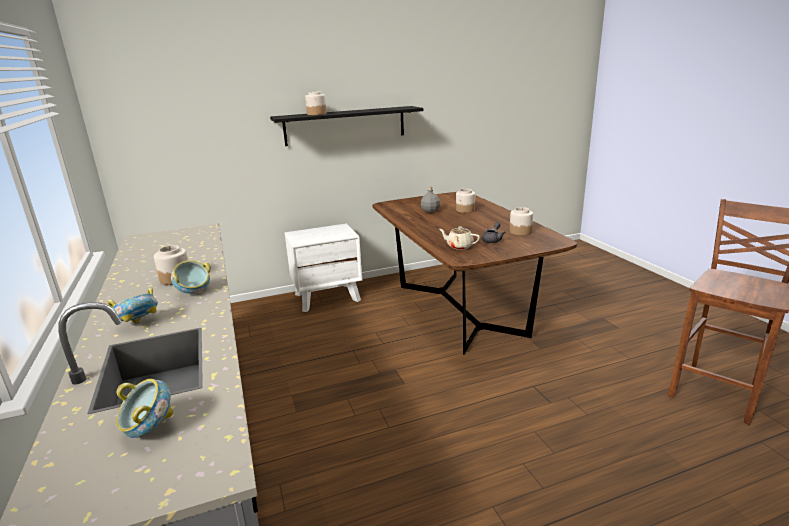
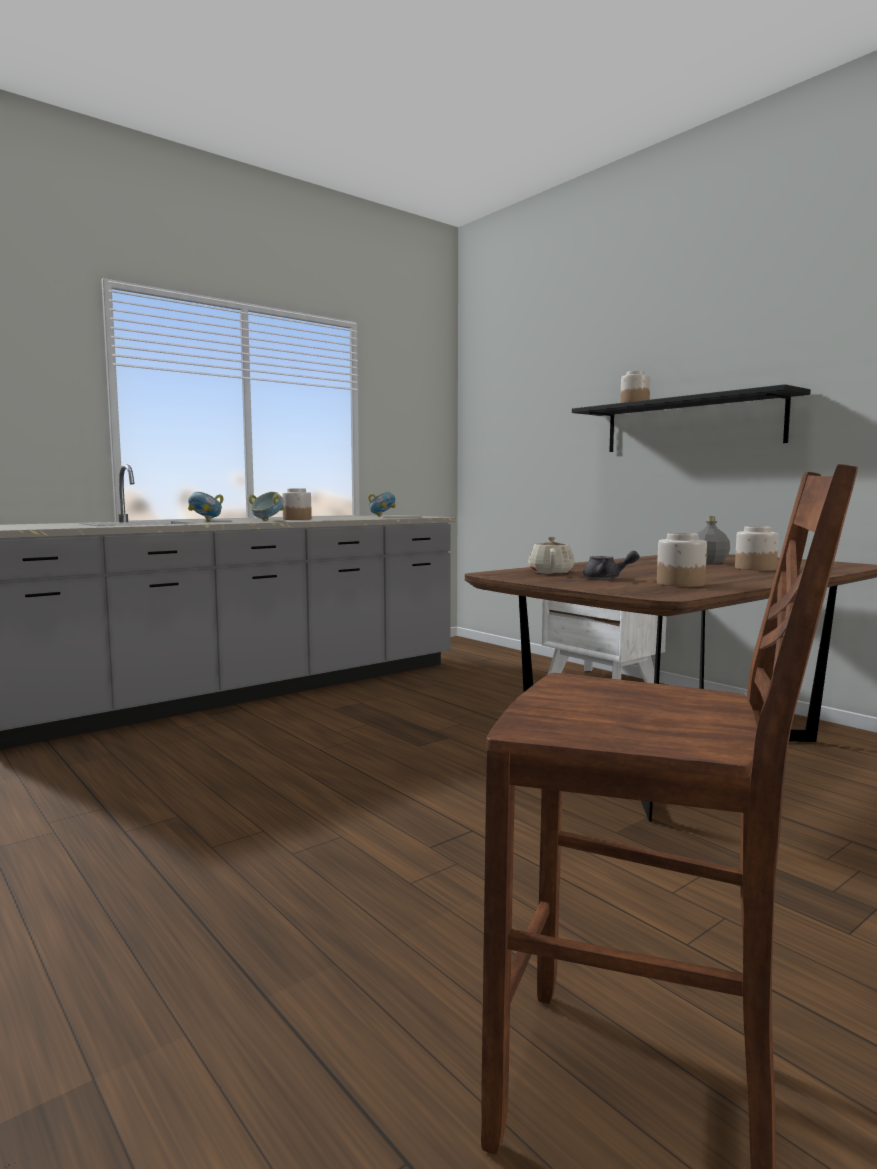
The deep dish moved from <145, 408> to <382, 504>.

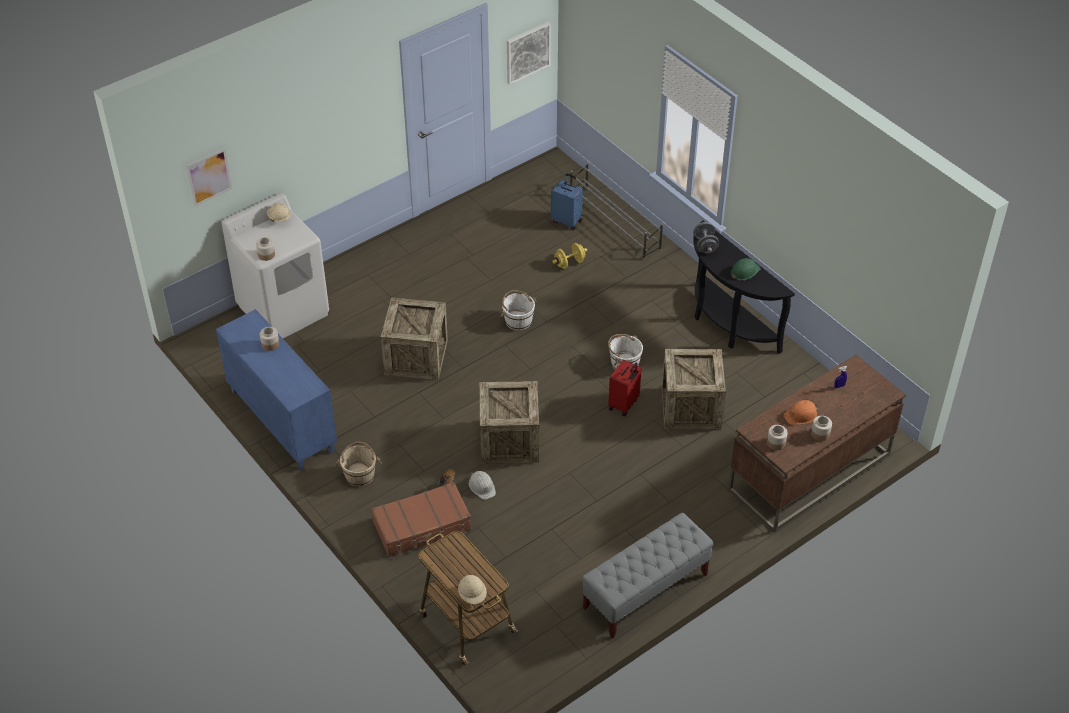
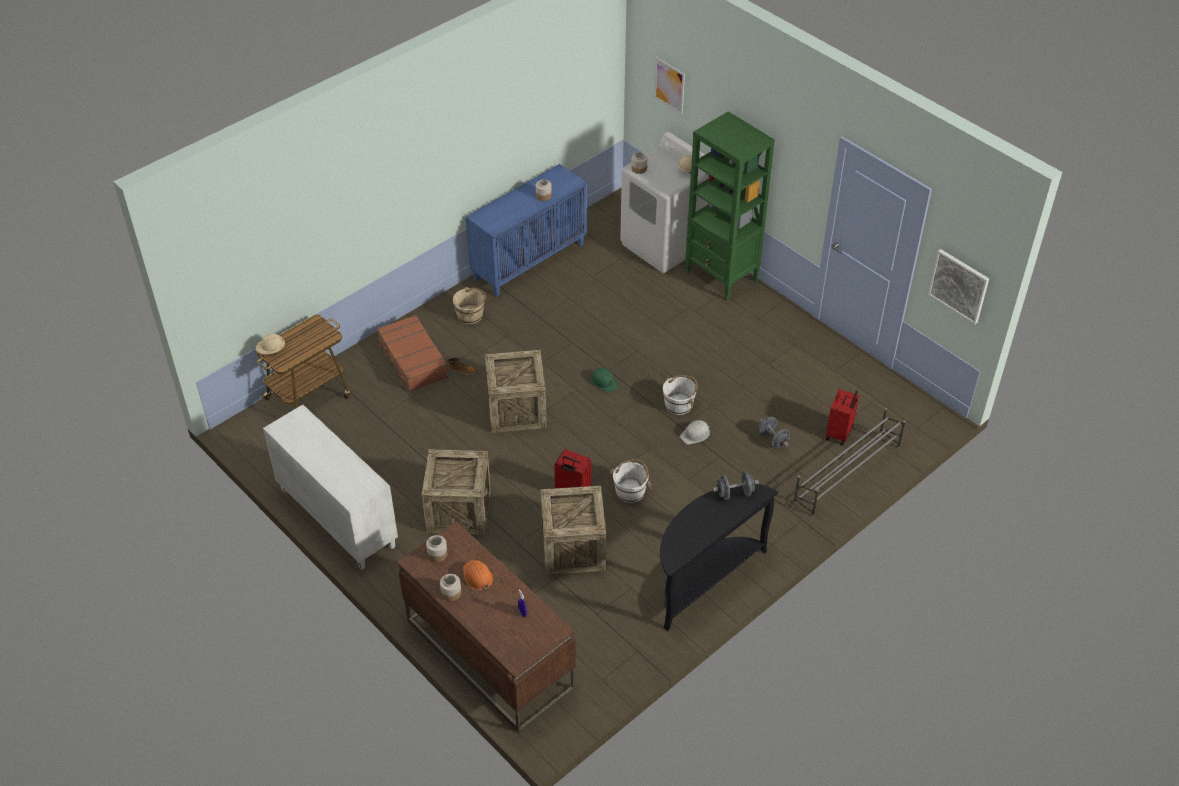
The blue-coloured travel case at <567, 202> became the red travel case at <842, 417>.
The yellowish dumbbell at <569, 256> became the greyish dumbbell at <774, 432>.
The green work helmet moved from <746, 269> to <604, 380>.
The crate moved from <414, 339> to <456, 492>.
The white-coloured work helmet moved from <482, 485> to <695, 432>.
The greyish indoor bench at <647, 575> was replaced by the white-coloured cupboard at <330, 487>.
The green shelving unit at <730, 206> appeared.

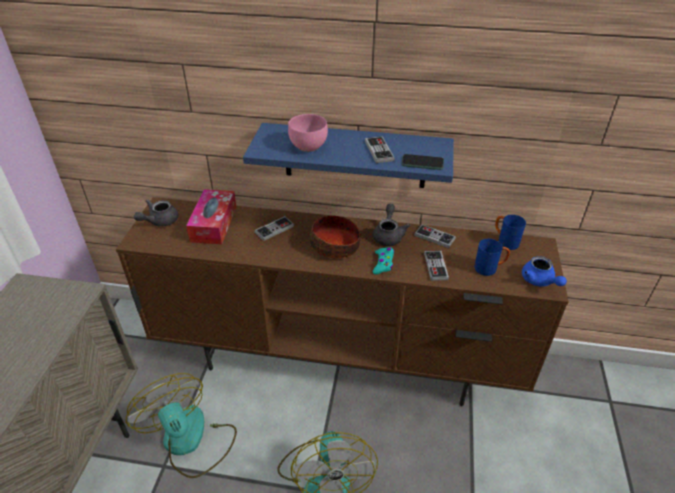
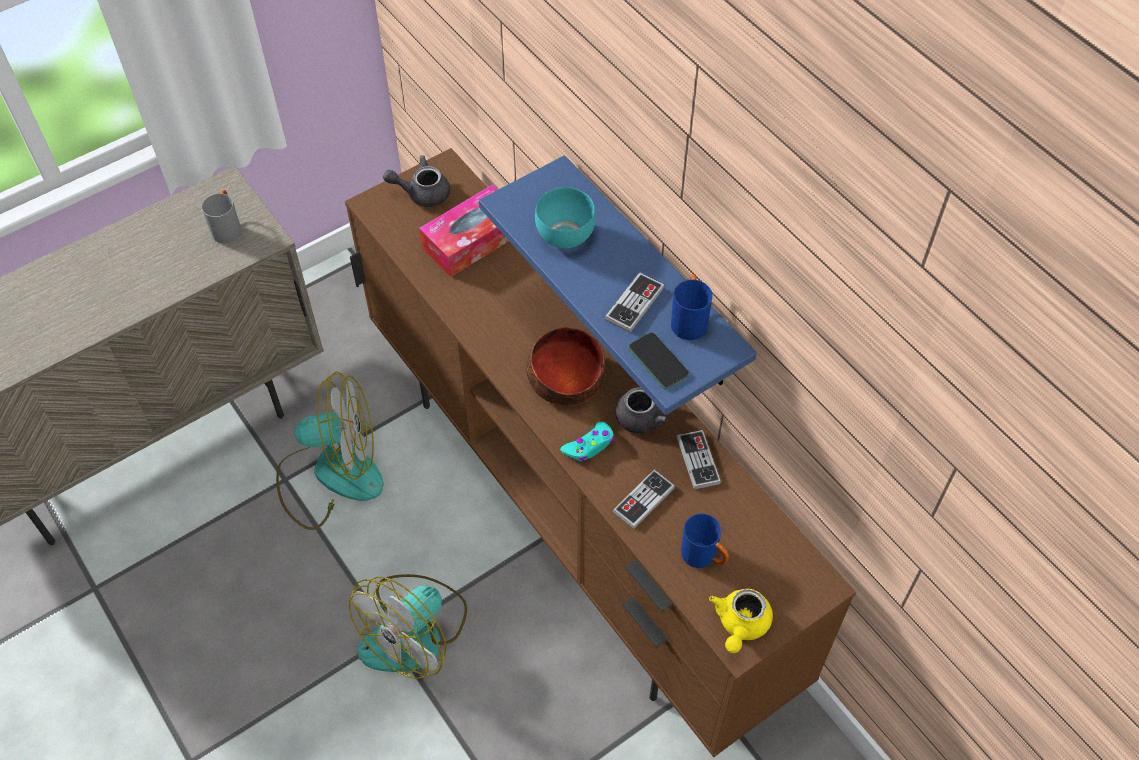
The pink-coloured deep dish at <308, 133> became the blue-green deep dish at <565, 217>.
The blue-coloured mug moved from <510, 232> to <691, 307>.
The joypad at <274, 228> disappeared.
The blue-coloured pot for tea at <544, 271> became the yellowish pot for tea at <741, 621>.
The fan at <181, 425> turned 75 degrees clockwise.
The greyish mug at <221, 217> appeared.

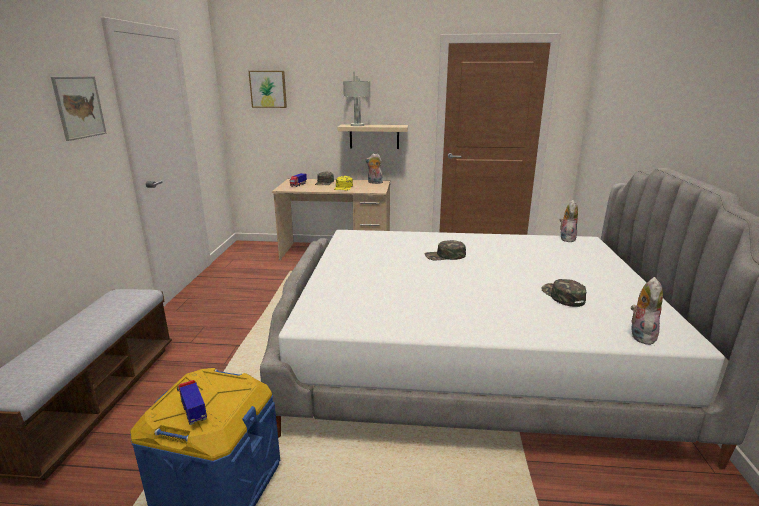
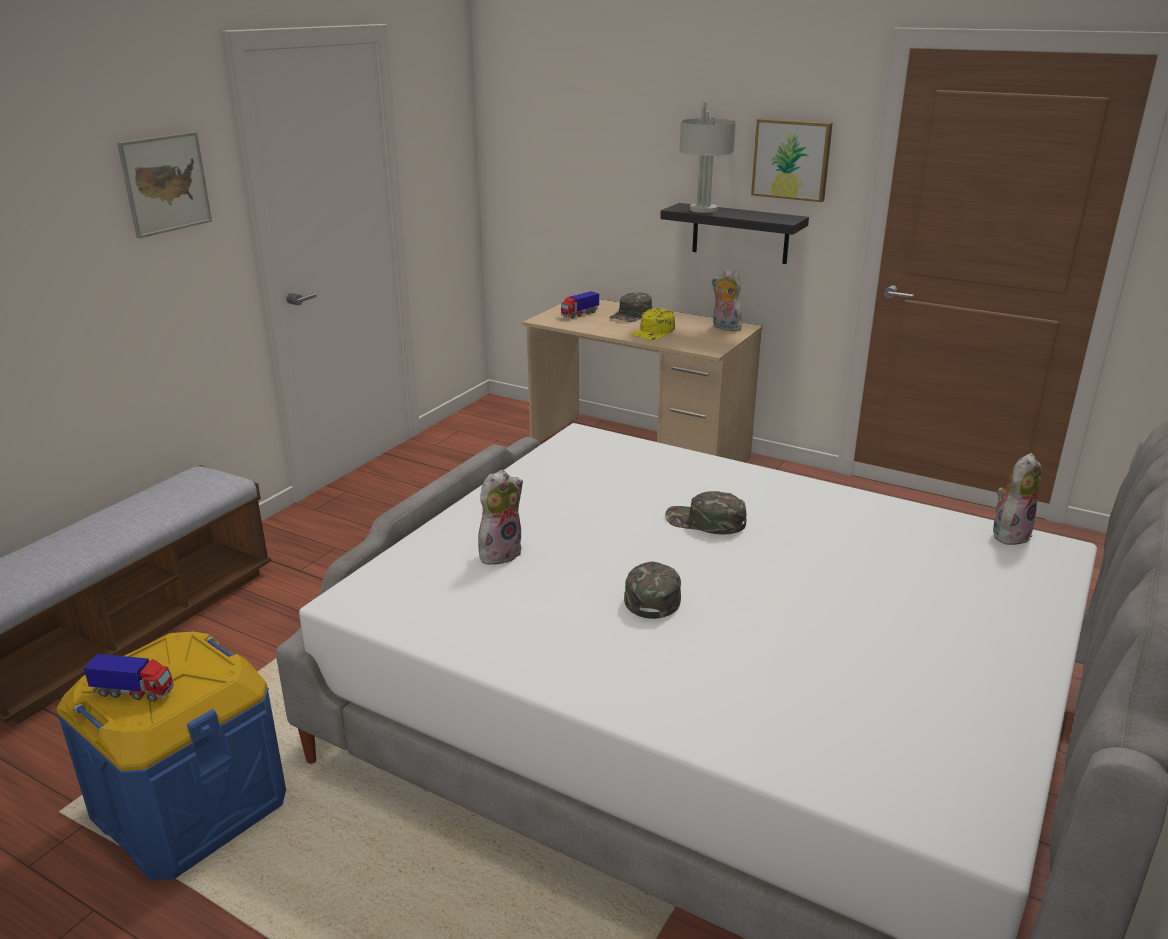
The wall art moved from <268, 89> to <792, 160>.
The beige-coloured shelf at <372, 136> became the black-coloured shelf at <734, 233>.
The cuddly toy moved from <647, 311> to <500, 517>.
The green peaked cap moved from <563, 293> to <652, 590>.
The toy truck at <192, 402> turned 105 degrees clockwise.

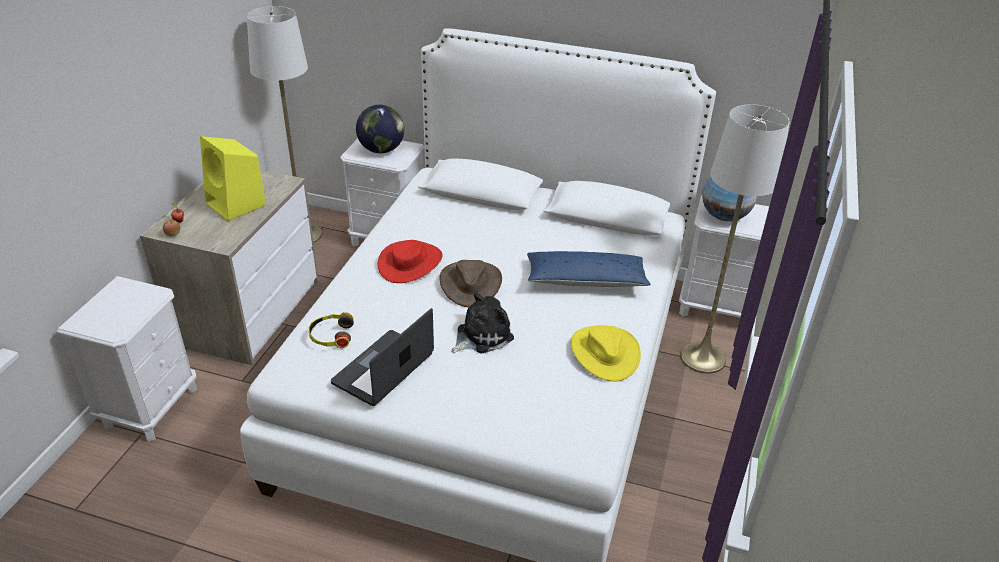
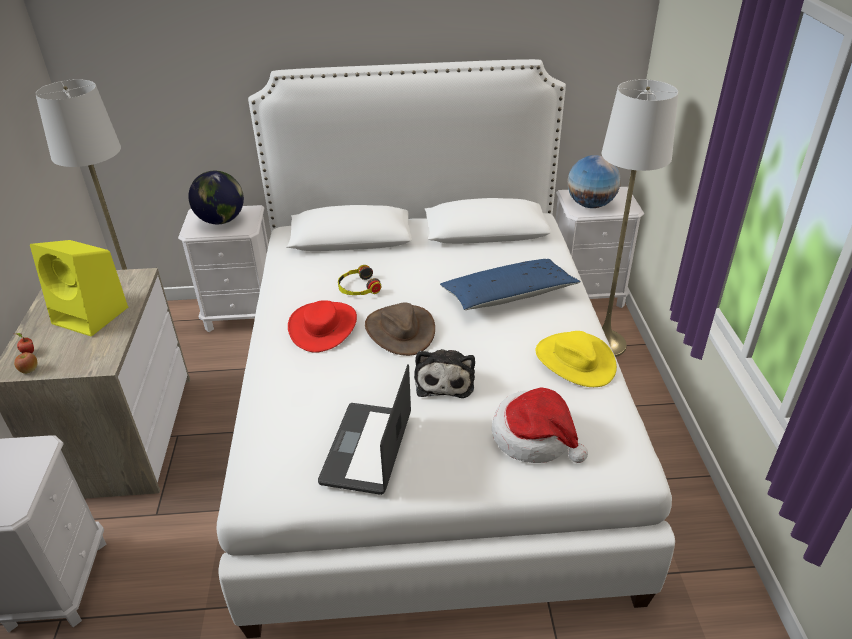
The cuddly toy at <482, 322> turned 150 degrees clockwise.
The headset moved from <331, 330> to <359, 280>.
The clothing hat at <540, 425> appeared.

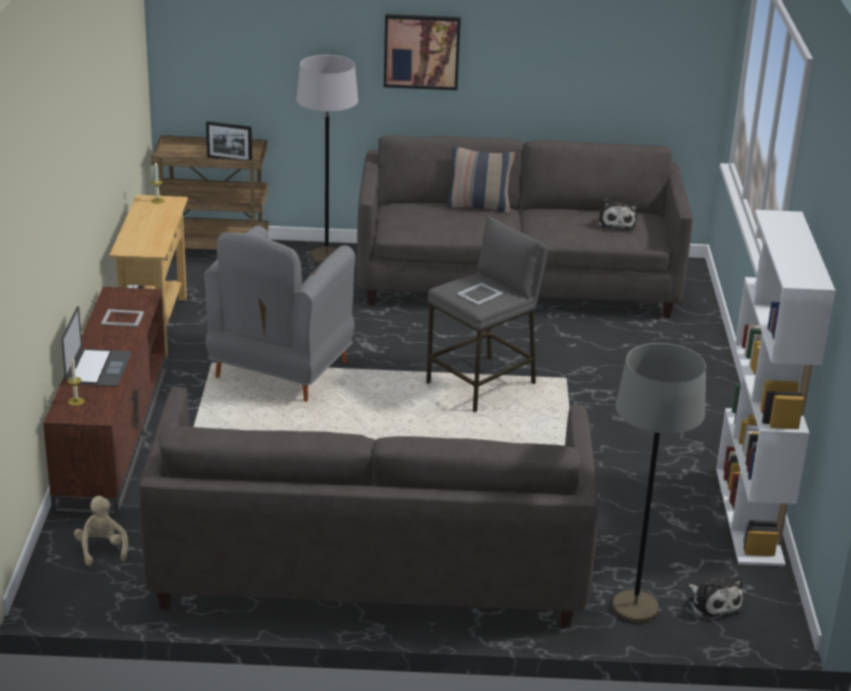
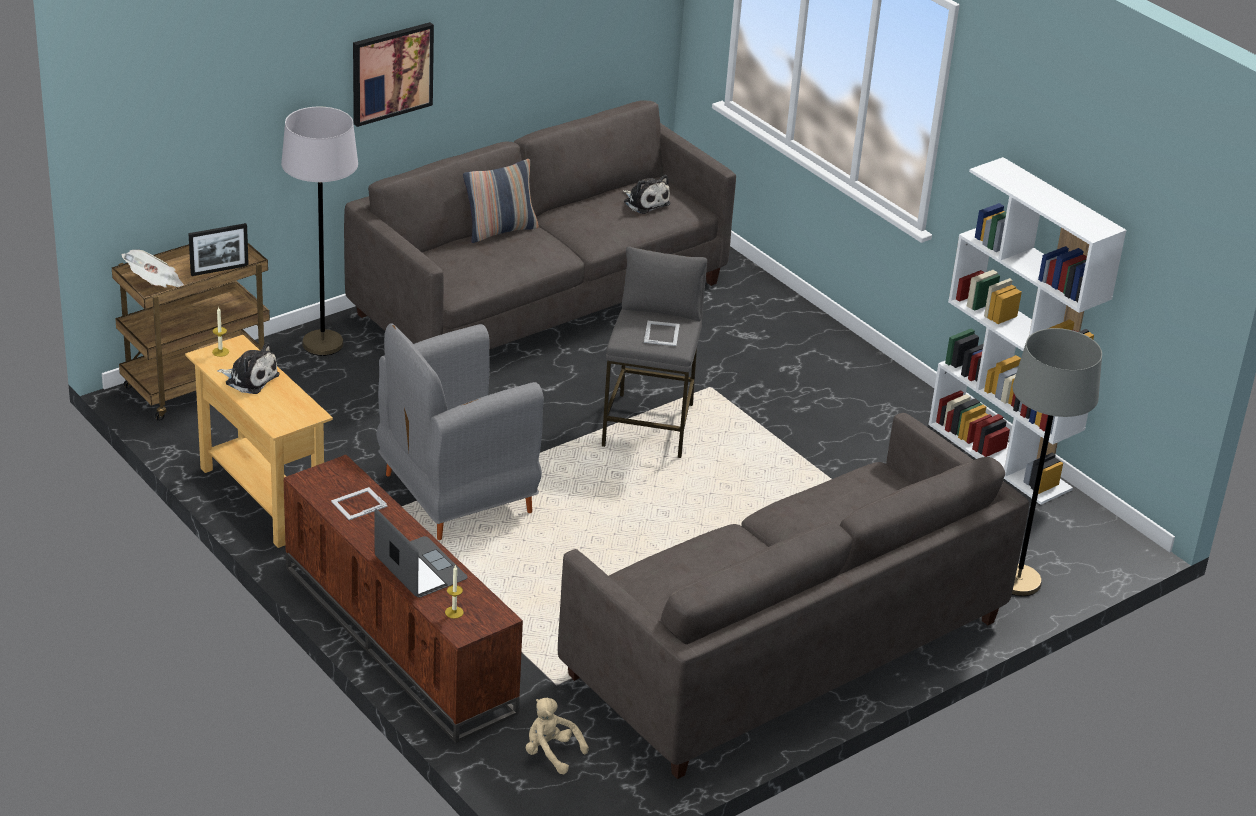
The greyish easy chair at <279, 314> turned 75 degrees clockwise.
The cuddly toy moved from <715, 598> to <248, 368>.
The printed paper at <153, 269> appeared.

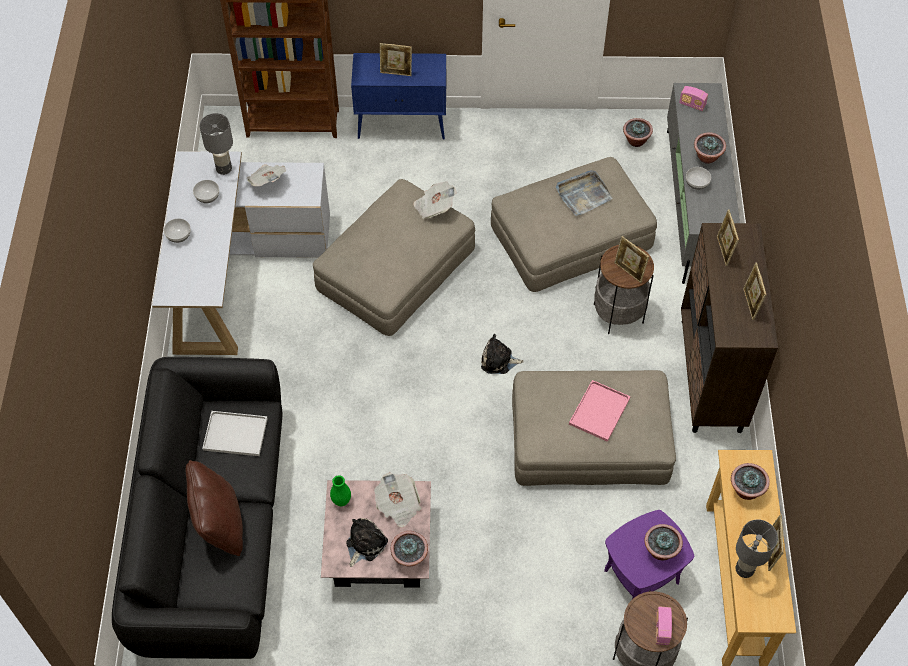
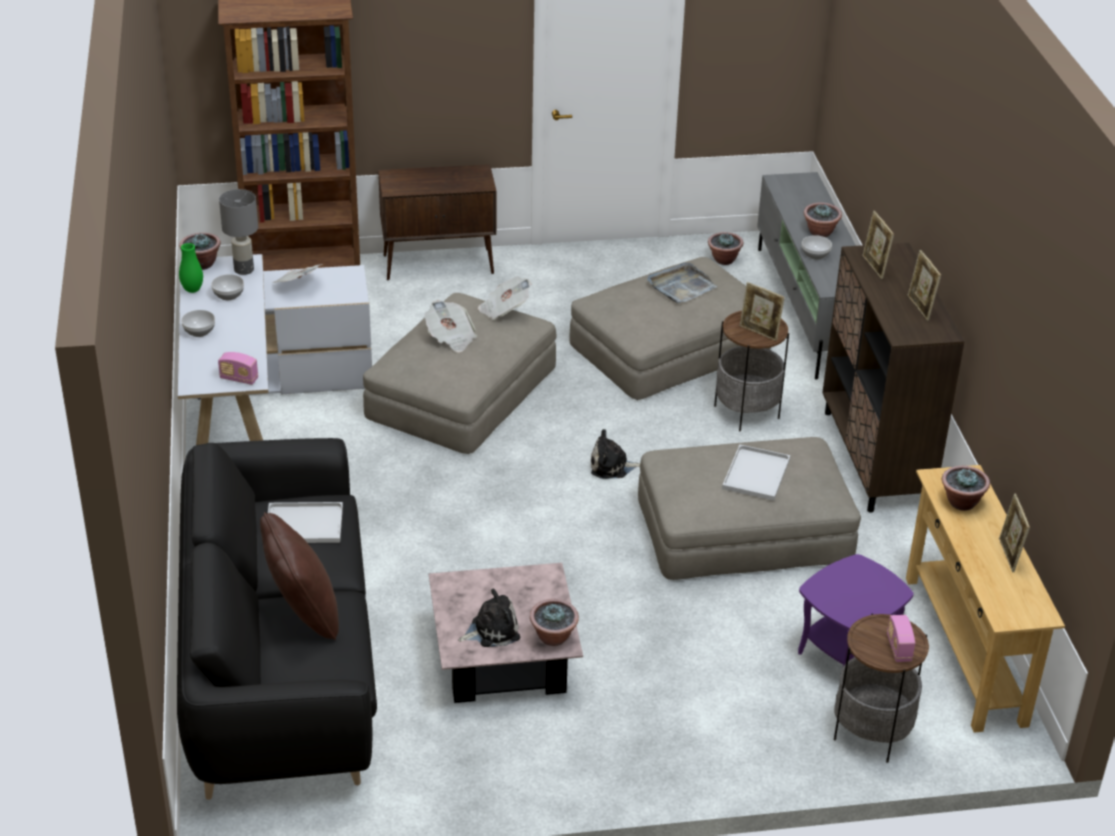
The standing frame at <396, 59> disappeared.
The blue-coloured cupboard at <398, 96> became the brownish cupboard at <437, 222>.
The radio moved from <693, 98> to <238, 368>.
The pink-coloured carrying tray at <600, 411> became the white-coloured carrying tray at <756, 472>.
The printed paper moved from <398, 499> to <450, 326>.
The green decorative vase moved from <340, 491> to <191, 268>.
The cuddly toy at <367, 542> turned 45 degrees clockwise.
The greyish table lamp at <756, 548> disappeared.
The houseplant moved from <663, 542> to <200, 251>.

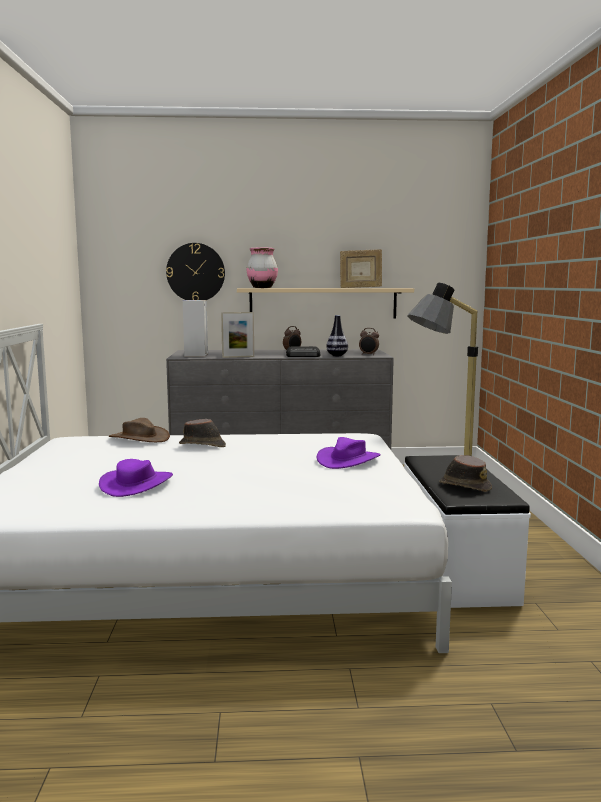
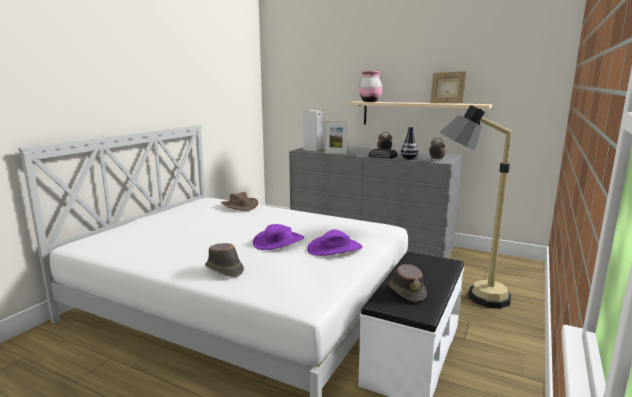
The wall clock at <195, 271> disappeared.
The brownish clothing hat moved from <202, 433> to <224, 260>.
The purple-coloured clothing hat moved from <136, 478> to <279, 237>.

